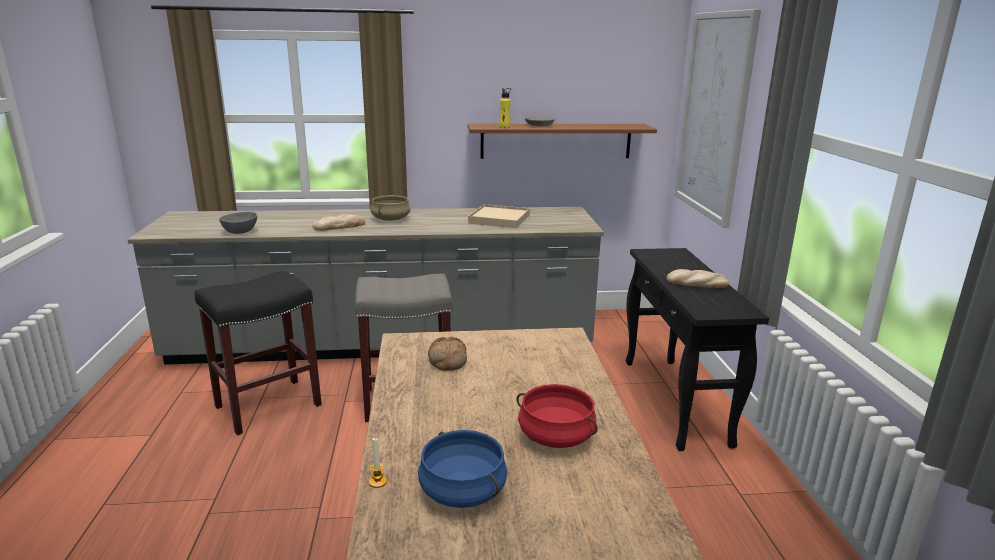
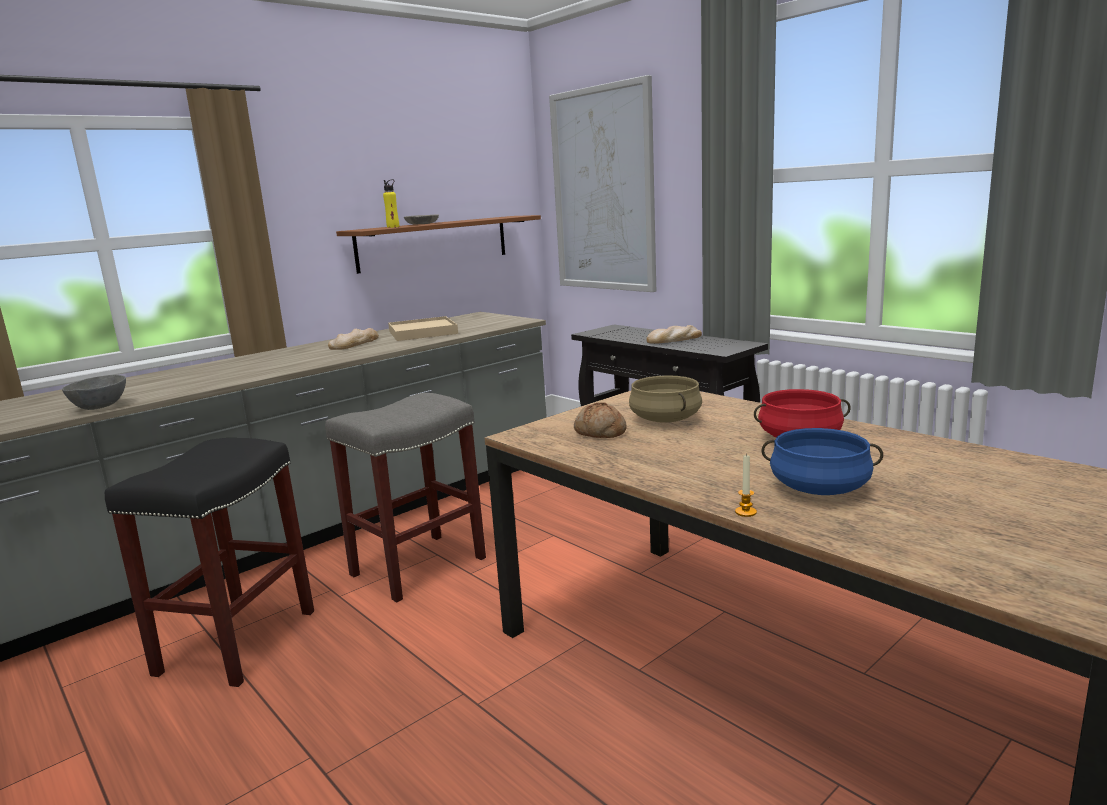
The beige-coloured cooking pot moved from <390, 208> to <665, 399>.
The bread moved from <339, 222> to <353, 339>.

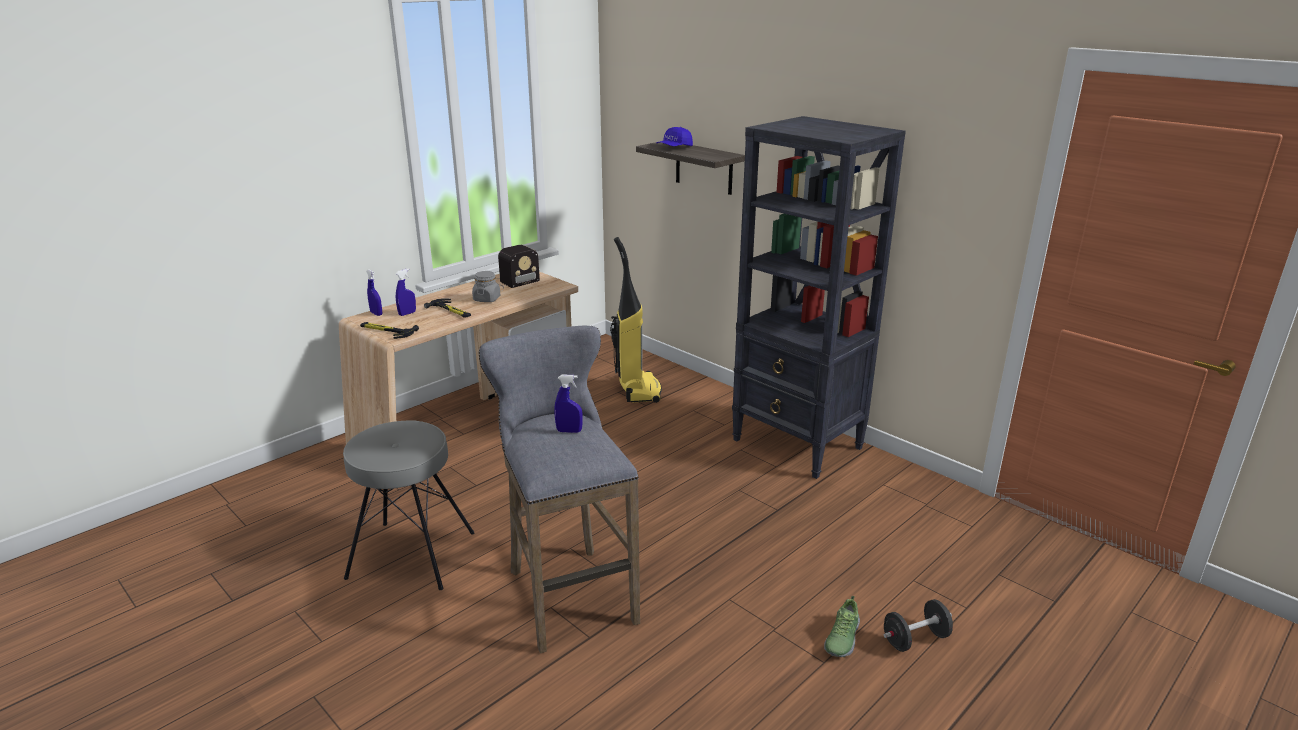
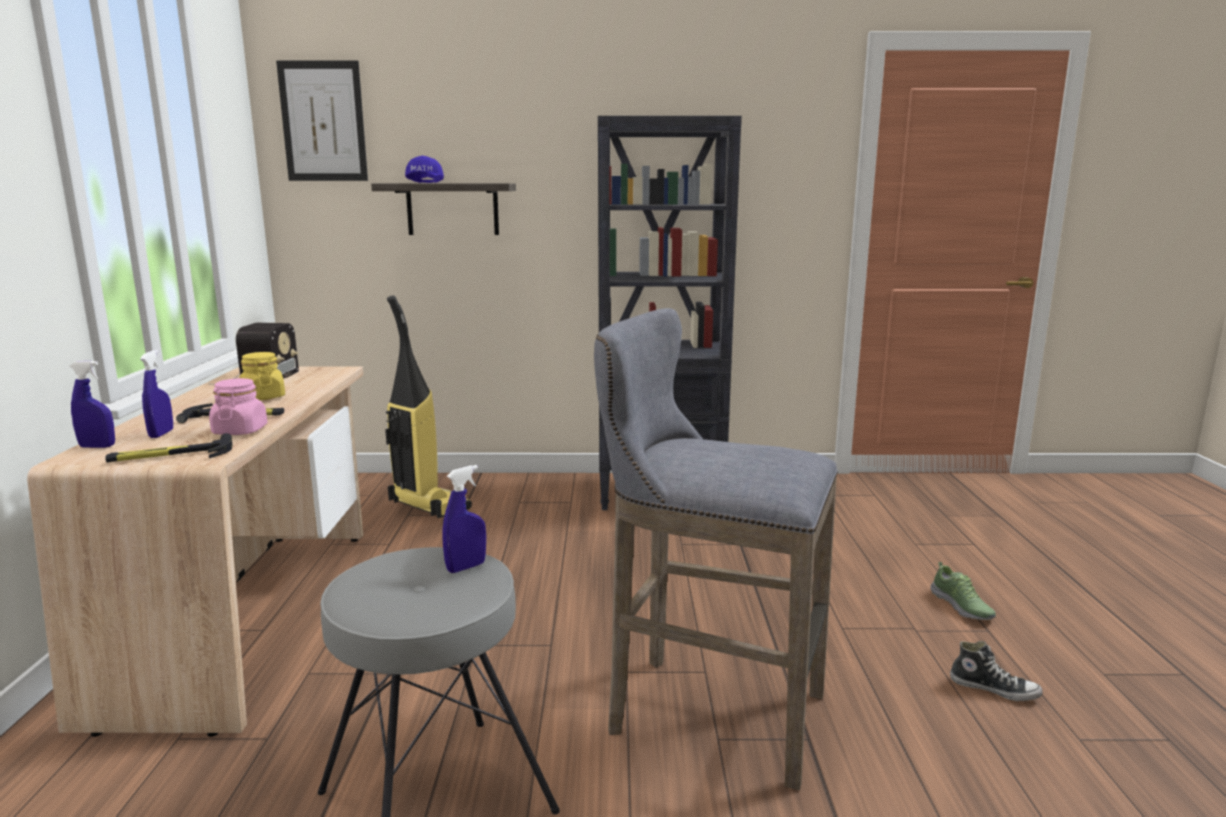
The greyish preserve jar at <486, 286> became the yellowish preserve jar at <262, 376>.
The blue-coloured hand sprayer moved from <568, 404> to <464, 519>.
The black-coloured dumbbell at <918, 625> disappeared.
The wall art at <322, 120> appeared.
The pink-coloured preserve jar at <238, 406> appeared.
The low shoe at <996, 671> appeared.

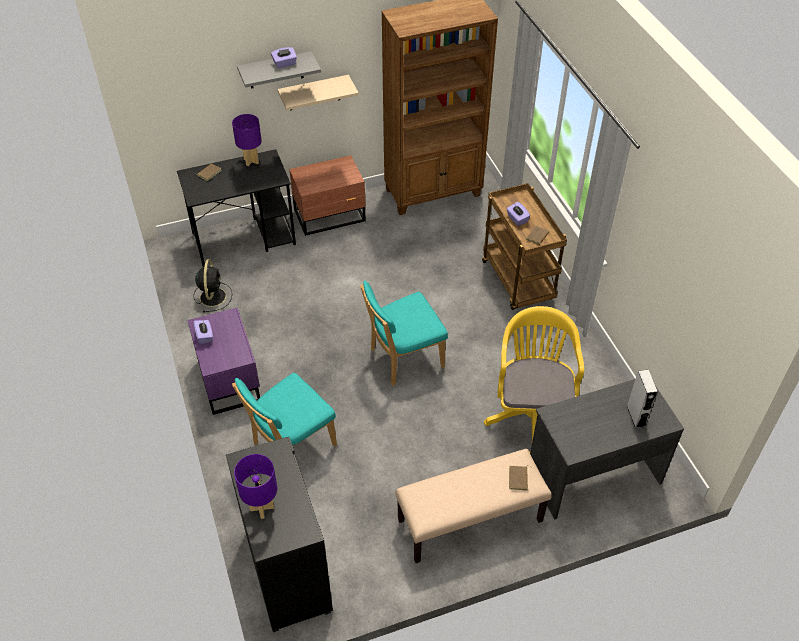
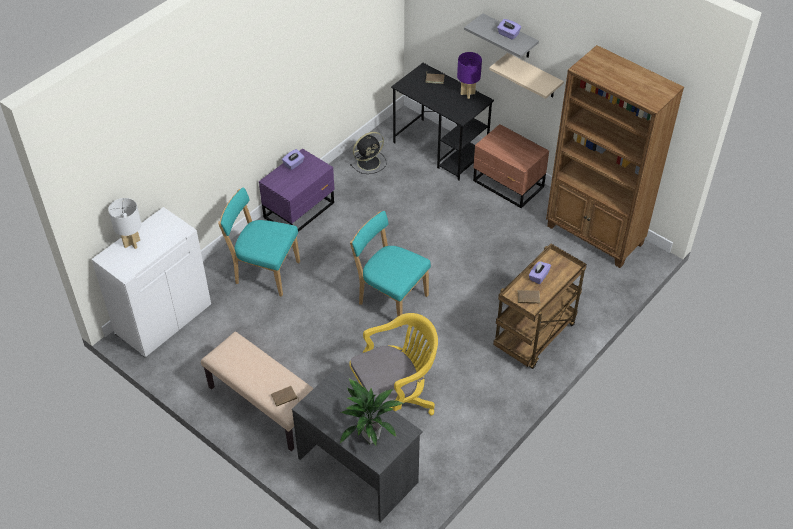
The greyish speaker at <642, 399> was replaced by the houseplant at <371, 412>.
The black-coloured cupboard at <279, 534> became the white-coloured cupboard at <151, 282>.
The purple-coloured table lamp at <255, 486> became the white-coloured table lamp at <124, 223>.

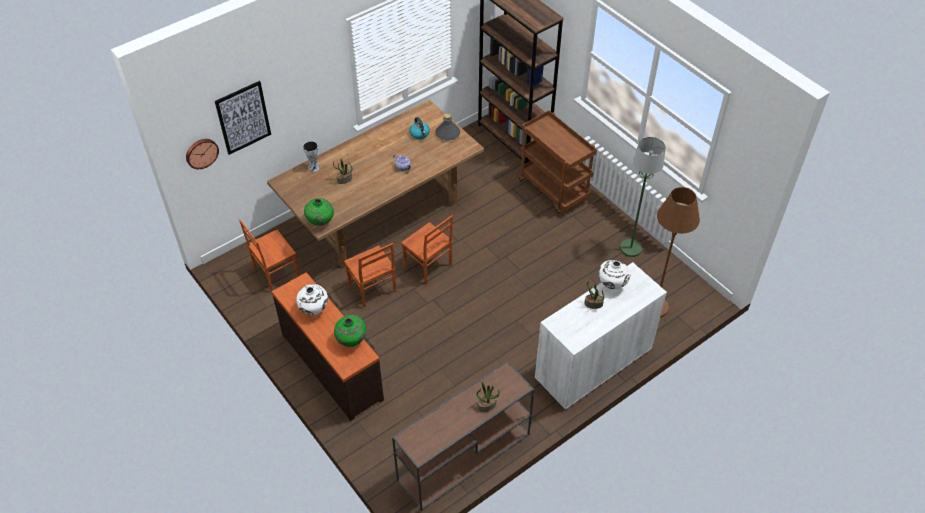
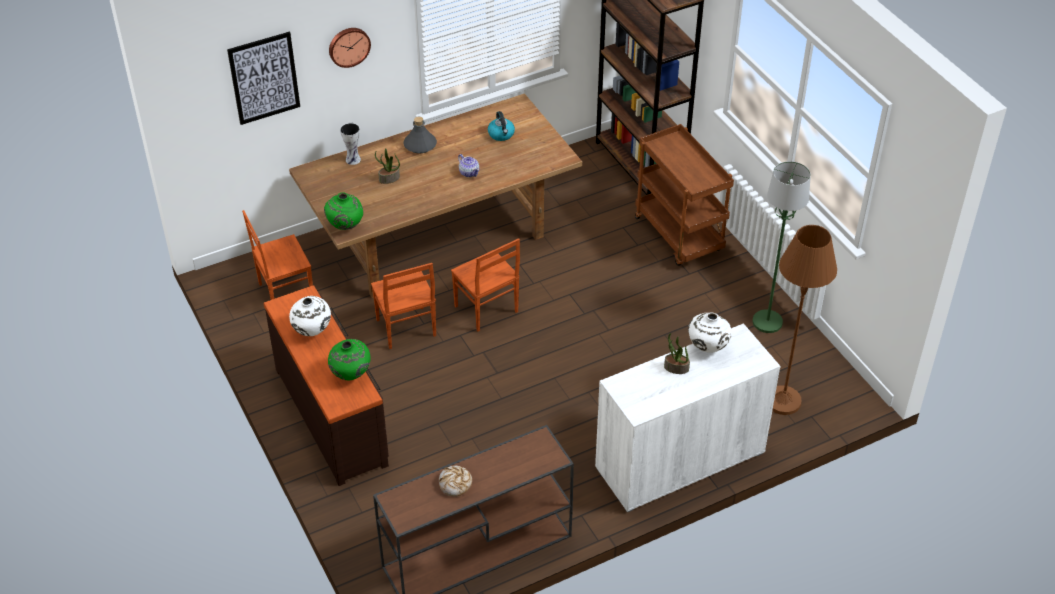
The greyish beverage bottle moved from <448, 126> to <420, 135>.
The wall clock moved from <202, 154> to <350, 48>.
The houseplant at <488, 396> disappeared.
The bread at <455, 481> appeared.

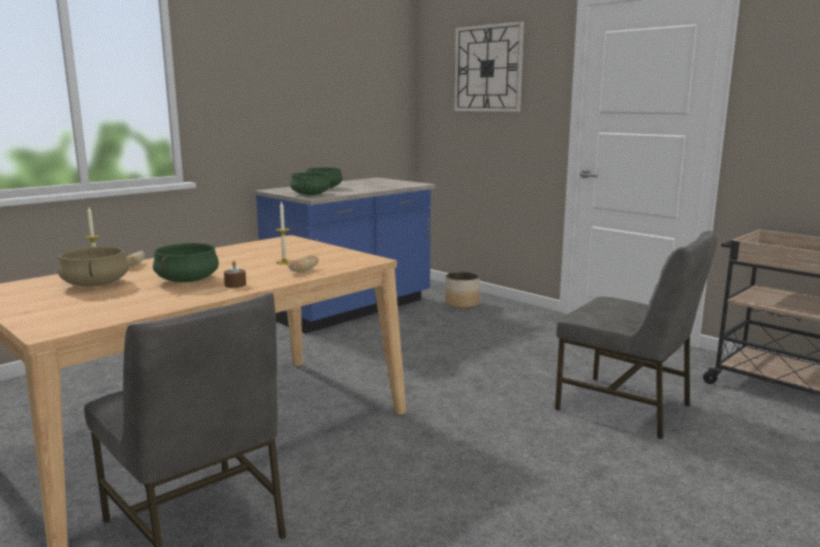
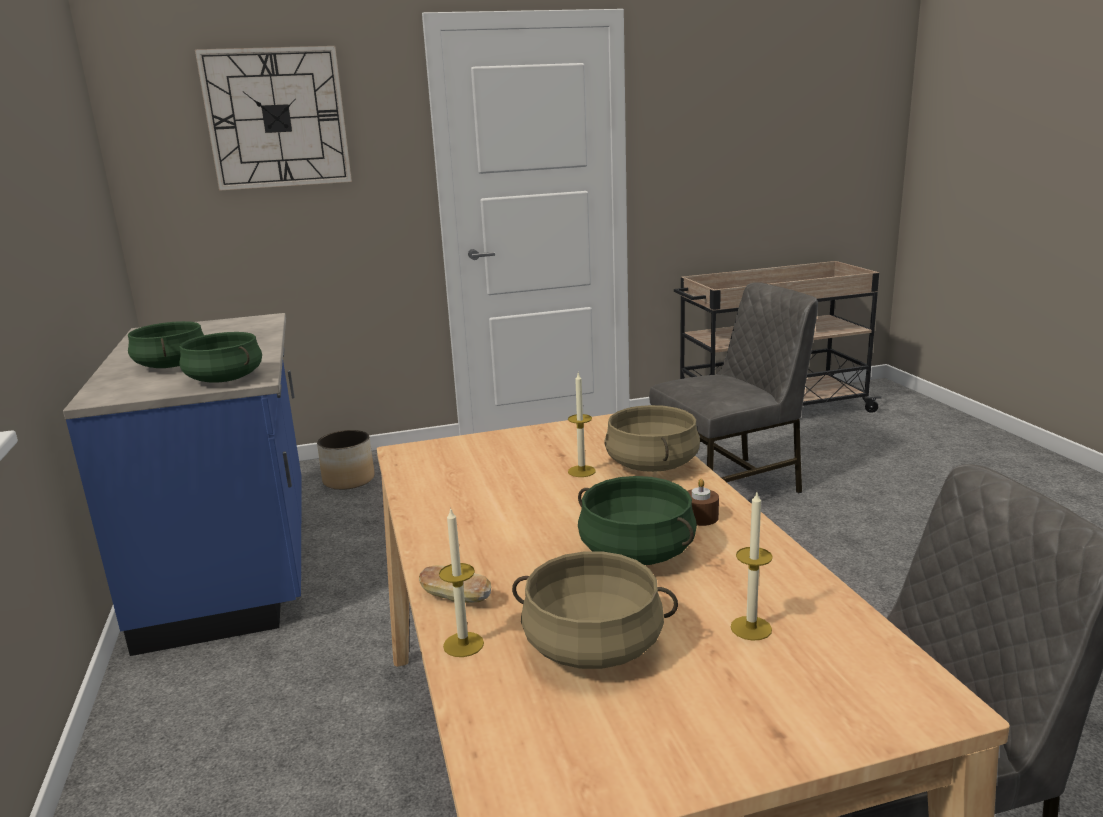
The bread at <303, 263> was replaced by the beige-coloured cooking pot at <652, 438>.
The candle at <752, 566> appeared.

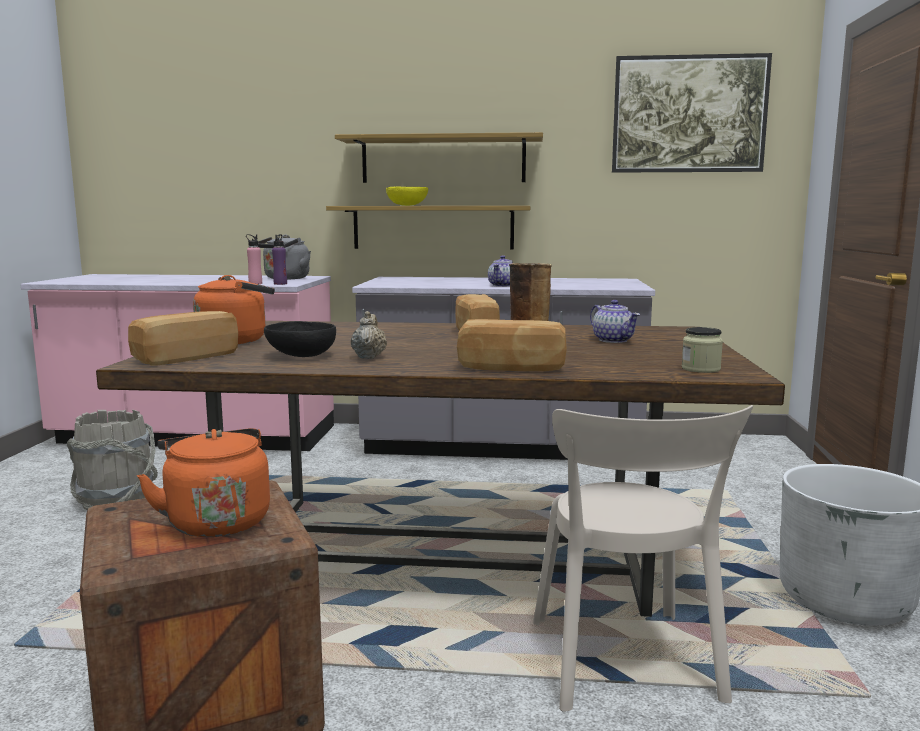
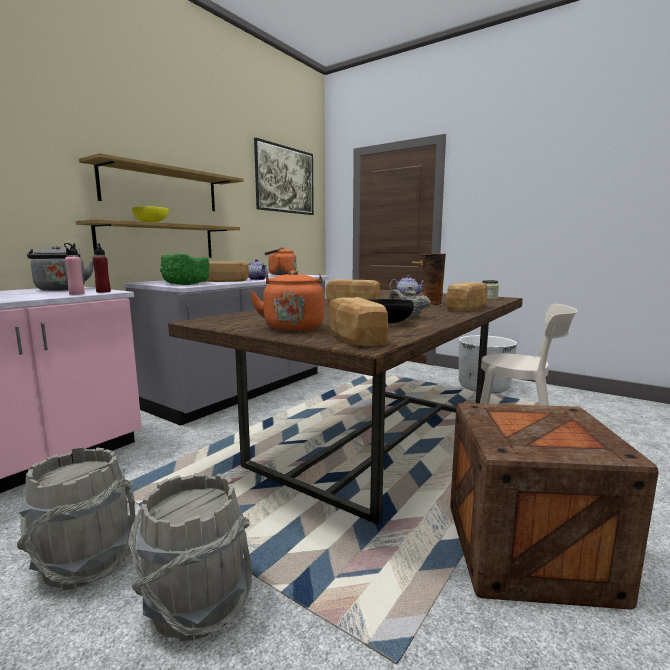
The purple-coloured beverage bottle at <279, 259> became the red beverage bottle at <102, 268>.
The orange-coloured water kettle moved from <203, 482> to <280, 261>.
The green deep dish at <184, 269> appeared.
The bread at <226, 271> appeared.
The greyish water bucket at <190, 557> appeared.

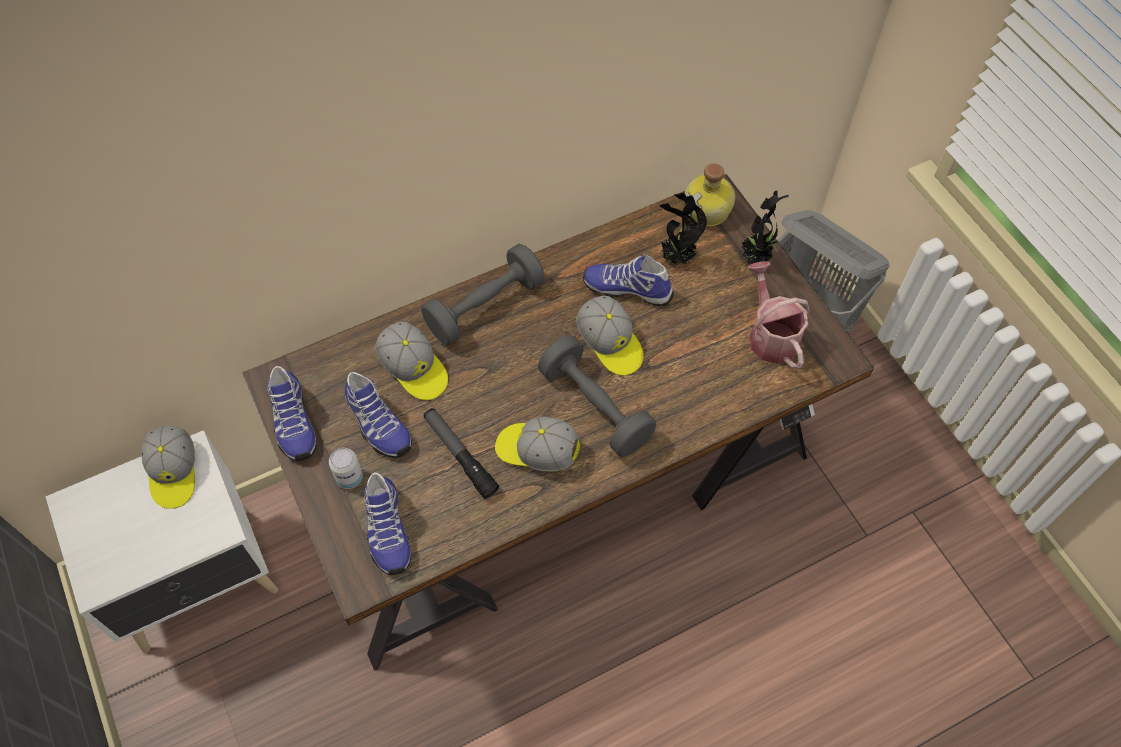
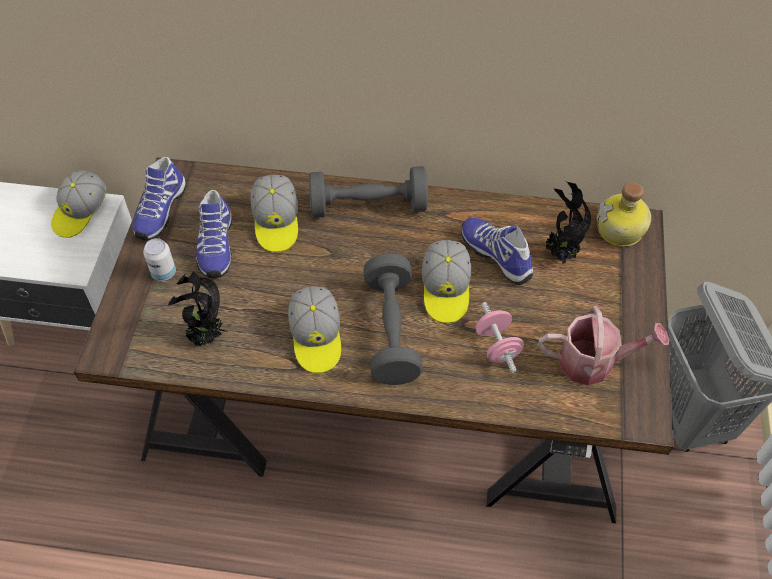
The houseplant moved from <765, 227> to <197, 309>.
The watering pot at <779, 314> turned 75 degrees clockwise.
The flashlight at <461, 453> disappeared.
The peaked cap at <537, 444> turned 150 degrees counterclockwise.
The low shoe at <387, 523> disappeared.
The pink-coloured dumbbell at <499, 337> appeared.

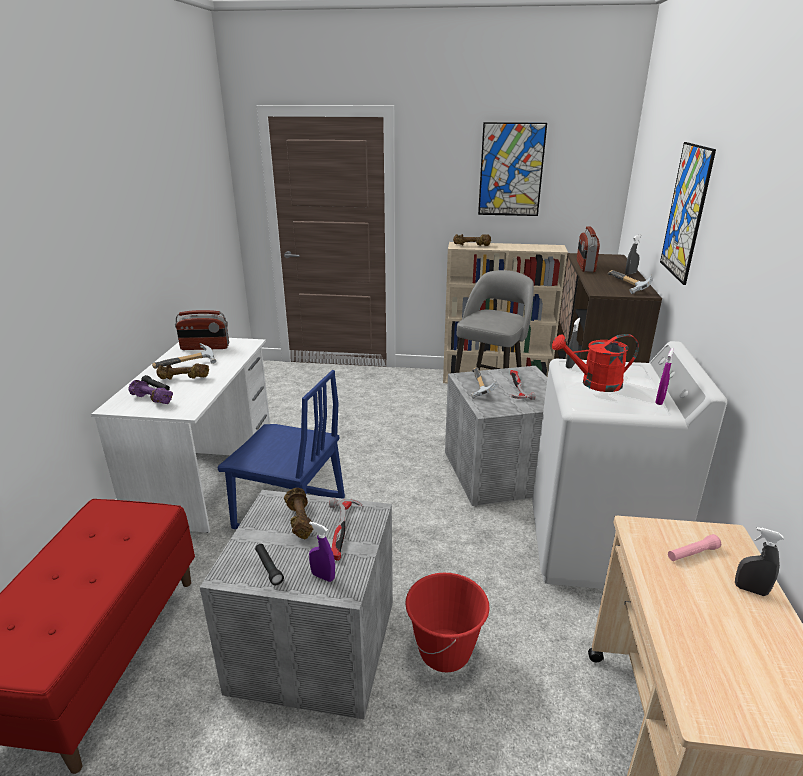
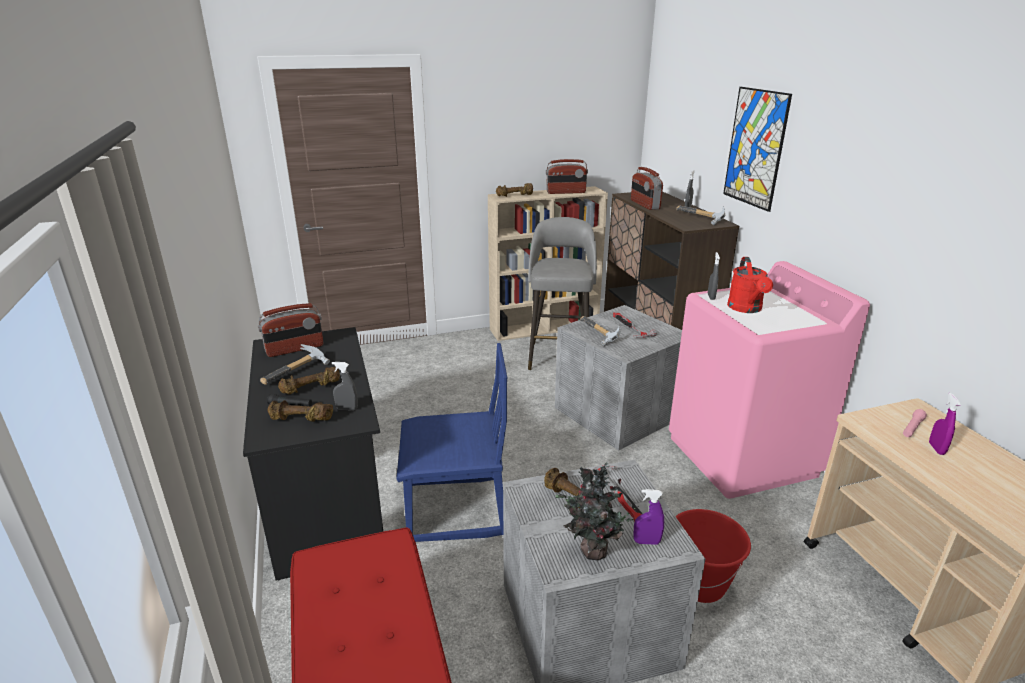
The wall art at <512, 169> disappeared.
The red watering pot at <595, 363> turned 60 degrees counterclockwise.
The white-coloured desk unit at <180, 435> became the black-coloured desk unit at <313, 454>.
The white-coloured laundry appliance at <629, 465> became the pink-coloured laundry appliance at <769, 380>.
The purple-coloured hand sprayer moved from <664, 376> to <944, 424>.
The purple-coloured dumbbell at <150, 392> became the brownish dumbbell at <300, 410>.
The greyish hand sprayer moved from <759, 561> to <345, 386>.
The black-coloured flashlight at <269, 564> was replaced by the houseplant at <596, 511>.
The radio at <567, 176> appeared.

